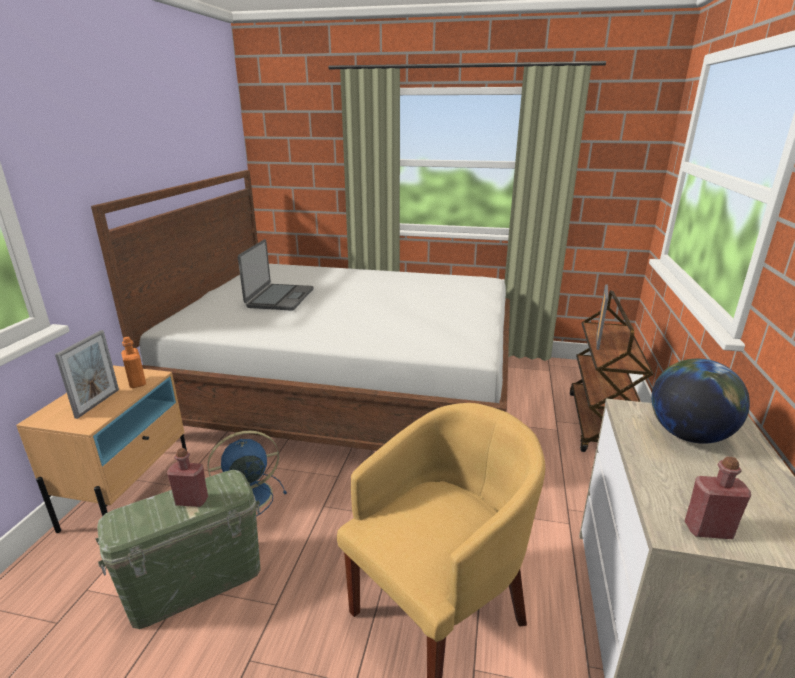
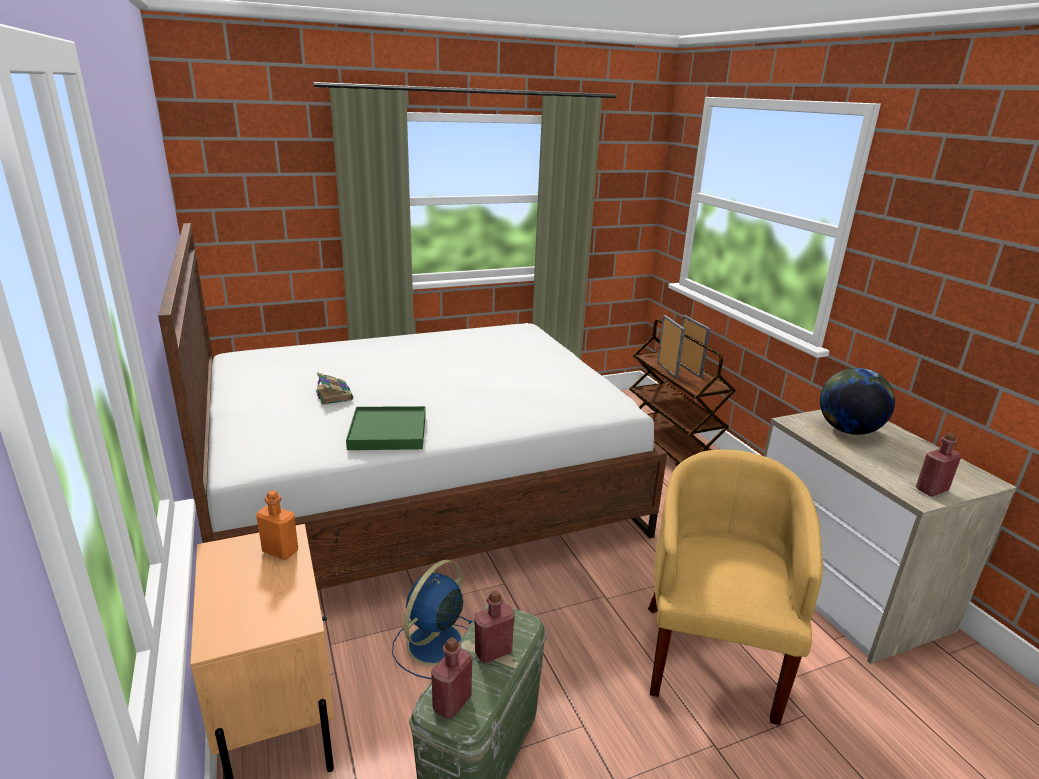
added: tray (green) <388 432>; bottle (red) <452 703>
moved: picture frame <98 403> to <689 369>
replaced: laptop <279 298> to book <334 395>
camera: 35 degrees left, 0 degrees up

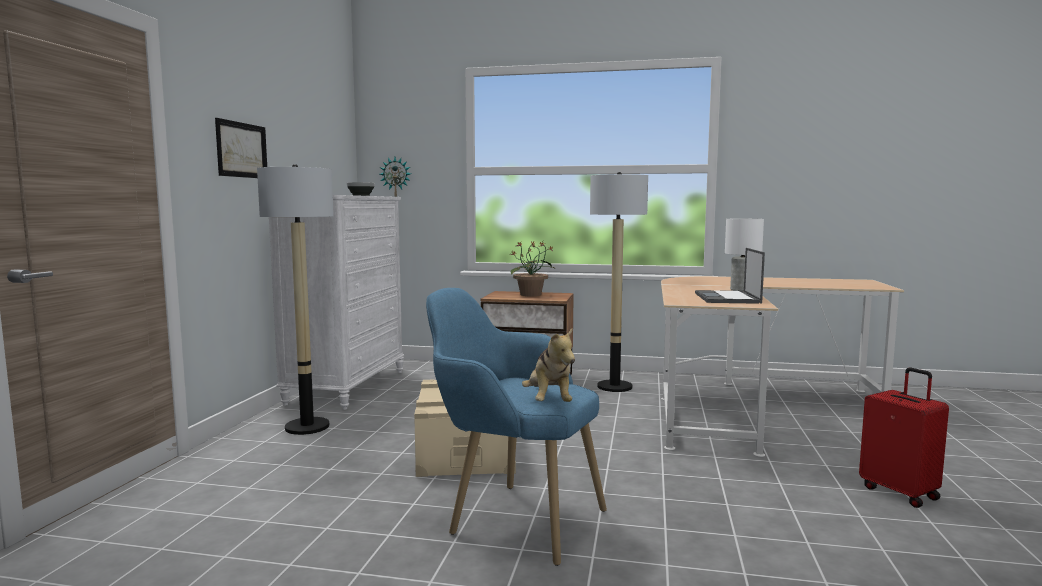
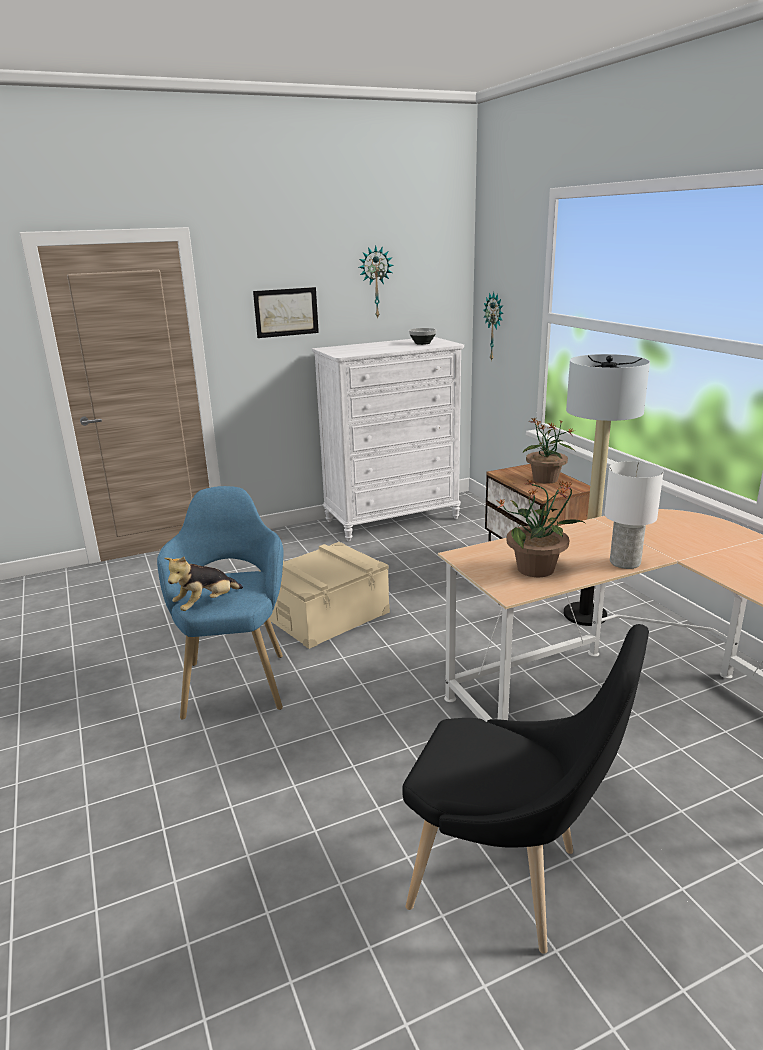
removed: floor lamp <307 427>
added: wall clock <375 282>
replaced: laptop <727 298> to potted plant <537 569>; suitcase (red) <900 492> to chair (black) <506 881>
camera: 55 degrees right, 15 degrees up

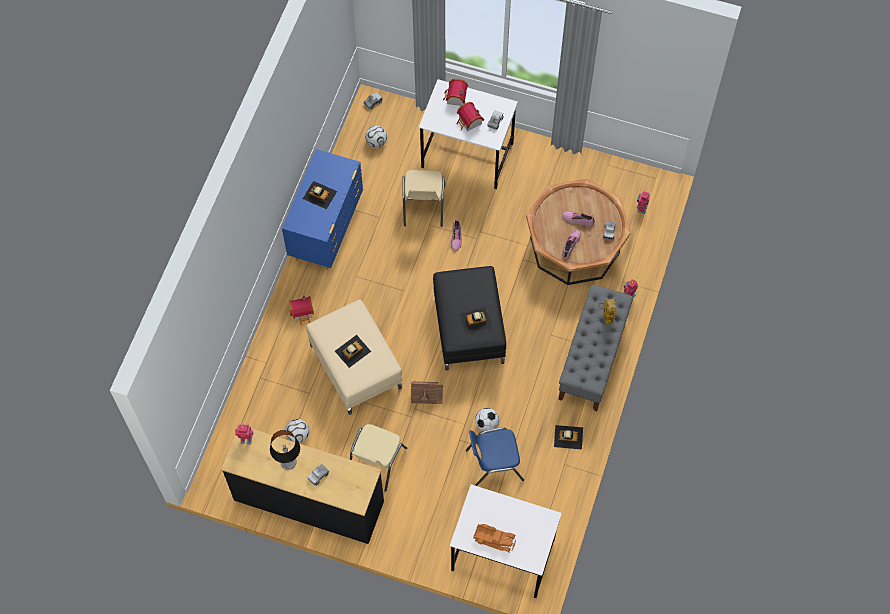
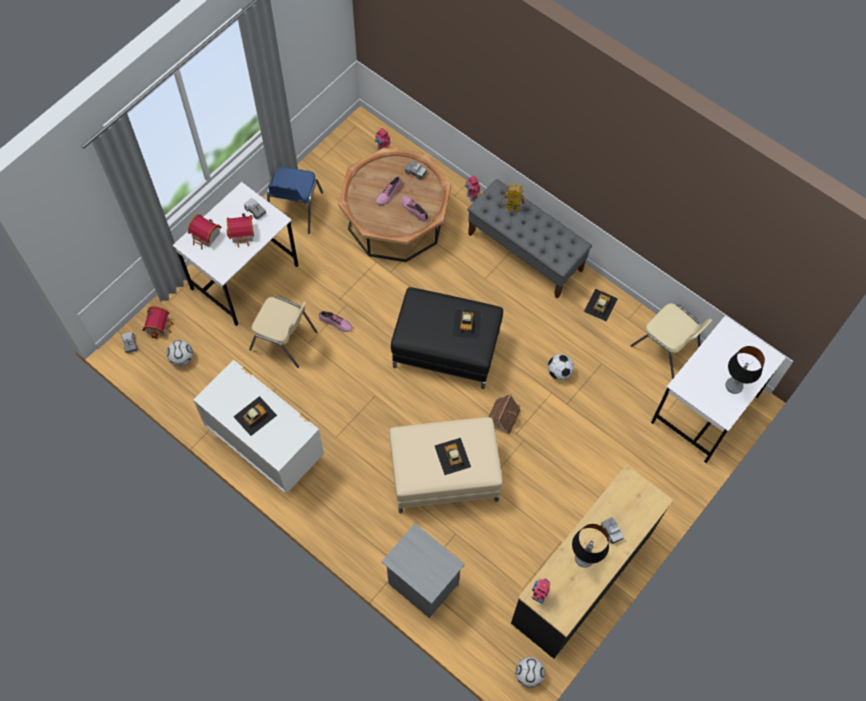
added: nightstand (grey) <422 585>
moved: toy house <303 312> to <159 326>; football <298 435> to <528 675>; chair (beige) <376 462> to <666 349>; chair (blue) <493 464> to <294 210>
replaced: toy truck <494 538> to table lamp <734 385>
recoloured: dresser (blue) <327 230> to dresser (white) <266 447>
camera: 70 degrees left, 0 degrees up

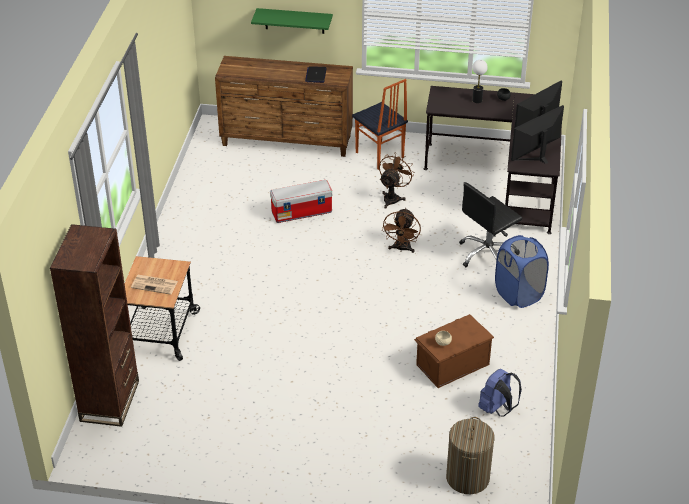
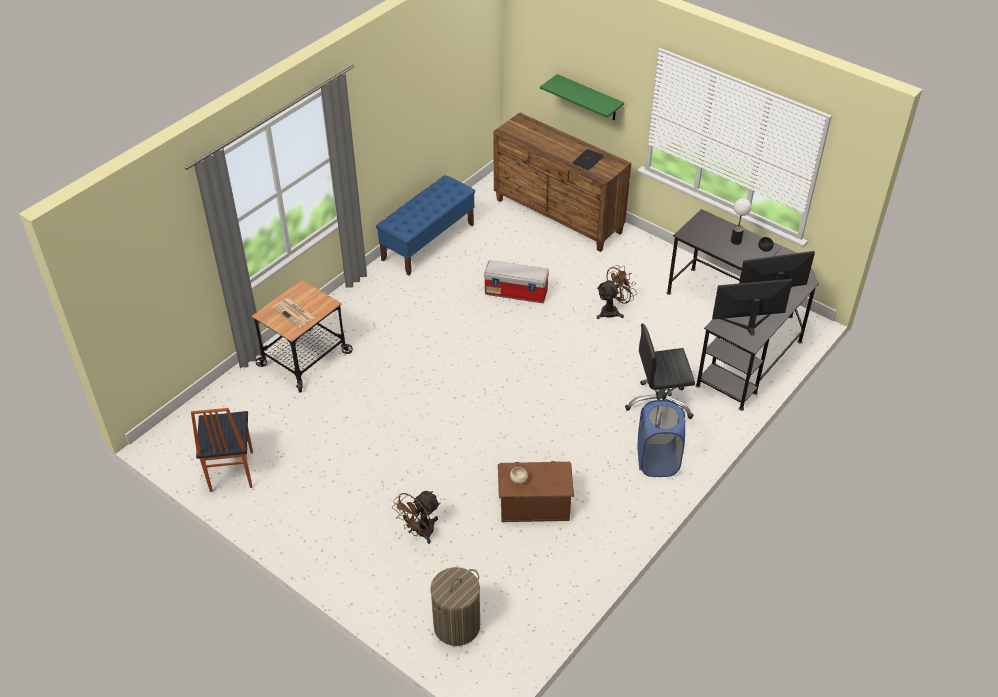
removed: bookcase (brown) <110 401>; backpack (blue) <497 409>
added: bench (blue) <428 242>
moved: chair <379 155> to <230 472>; fan (brown) <401 249> to <420 533>
camera: 30 degrees right, 5 degrees up

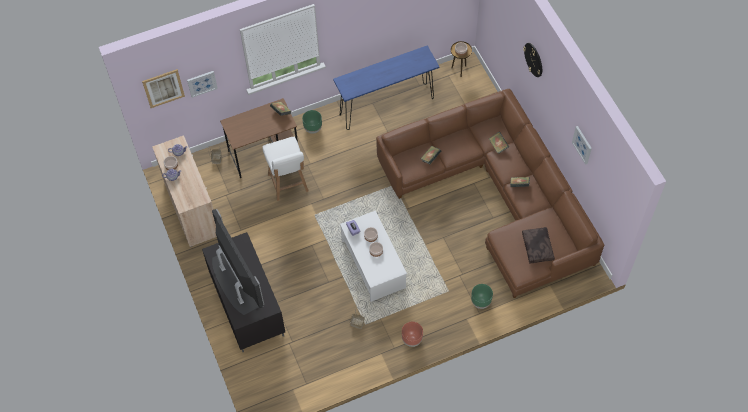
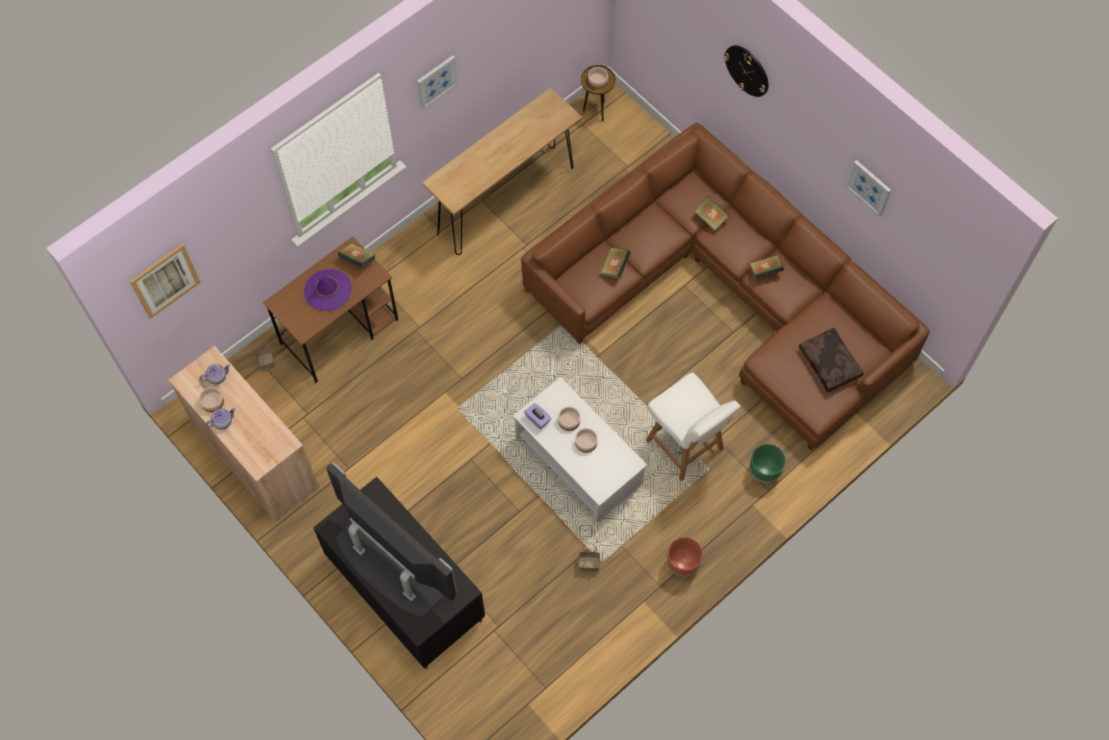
removed: planter (green) <313 128>
added: hat (purple) <327 290>
moved: picture <202 83> to <436 81>; chair (white) <288 183> to <685 446>
recoloured: console table (blue) <386 106> to console table (brown) <505 200>
camera: 20 degrees left, 5 degrees up

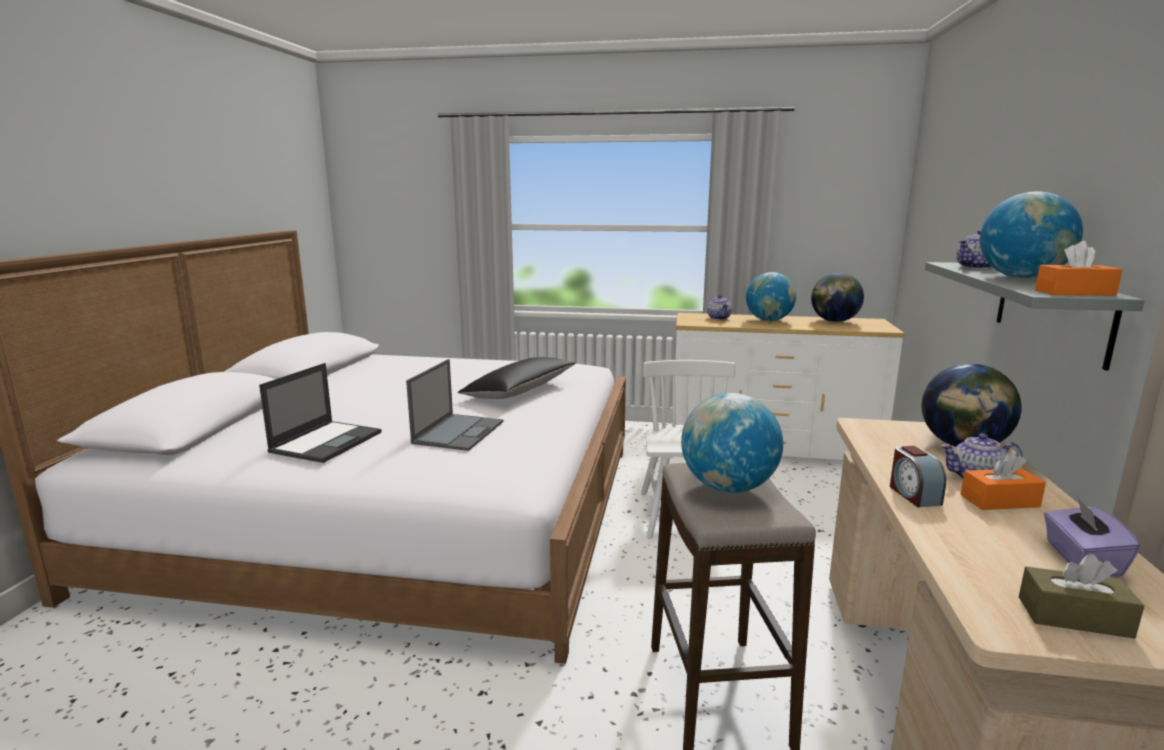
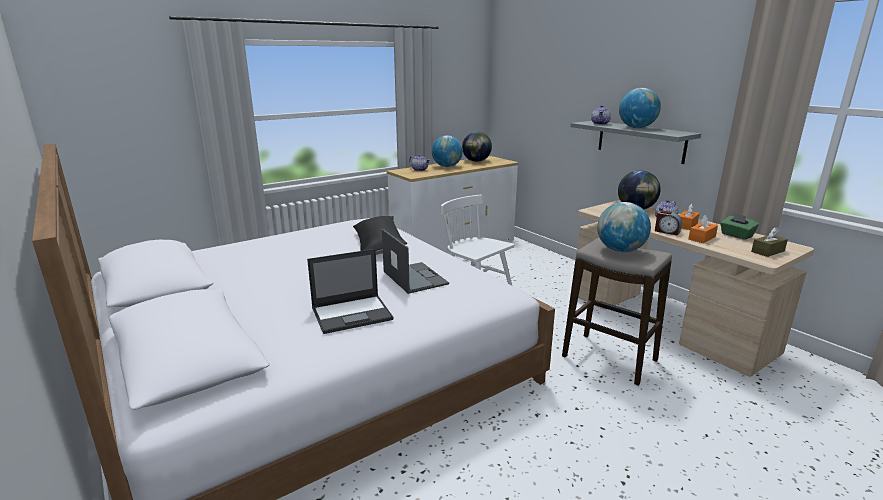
moved: tissue box (orange) <1074 293> to <702 238>
recoloured: tissue box (purple) <1081 559> to tissue box (green) <736 235>
turned: laptop <327 441> = <353 314> 90 degrees clockwise
camera: 45 degrees left, 5 degrees up

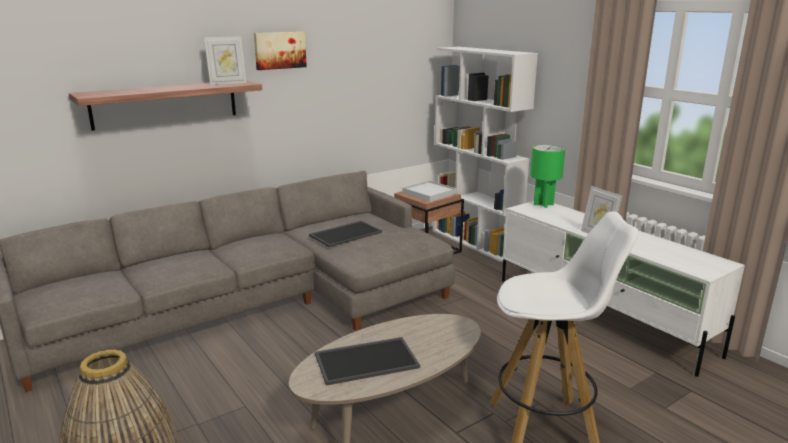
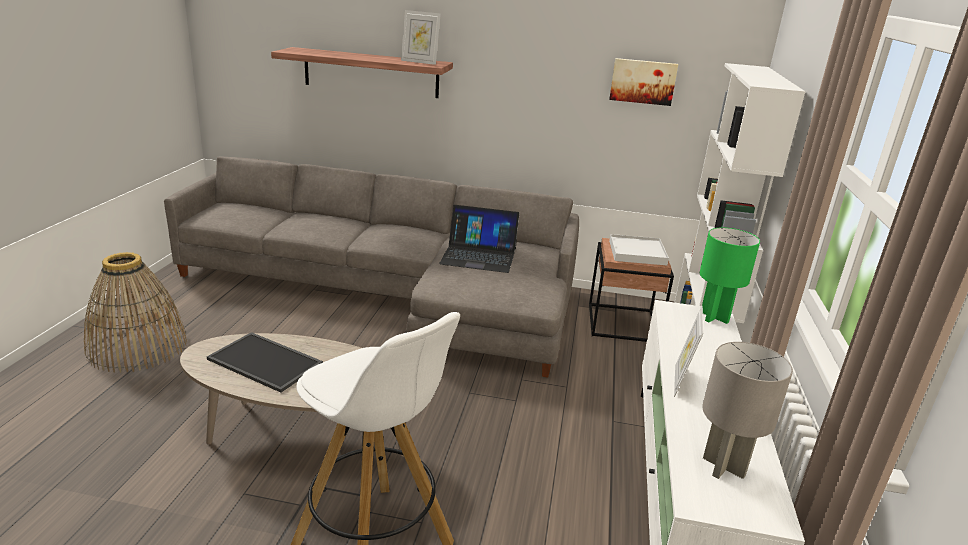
added: table lamp (grey) <724 467>
moved: picture <279 50> to <643 81>
replaced: tray <345 233> to laptop <479 256>
camera: 45 degrees right, 5 degrees up

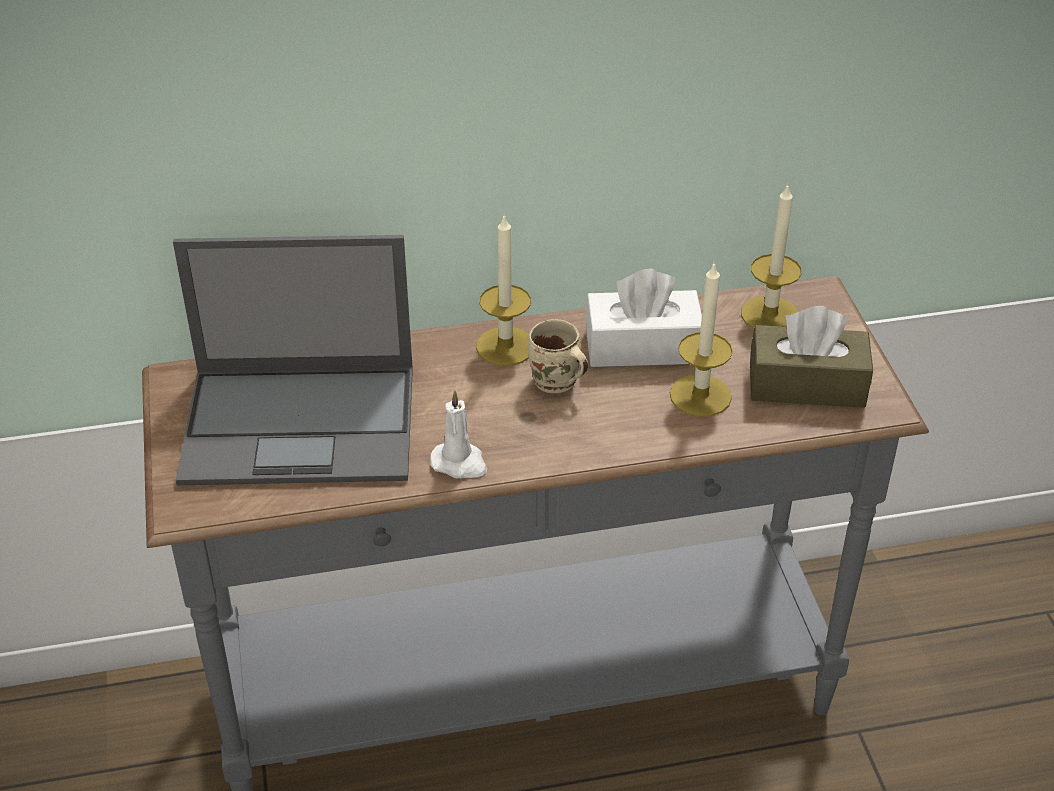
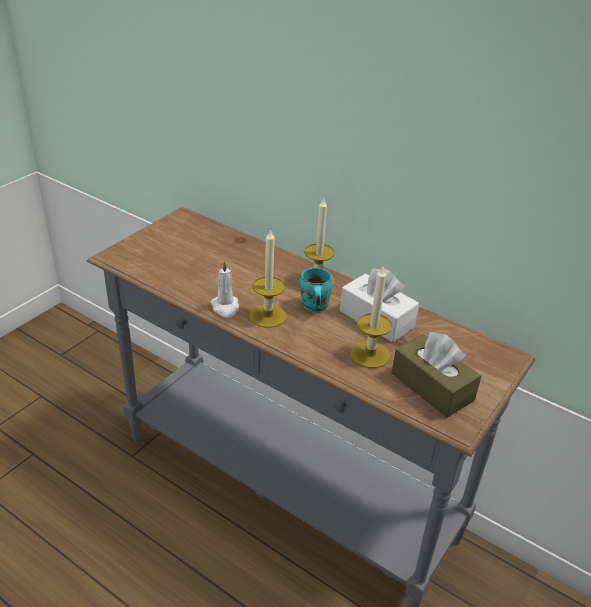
removed: laptop <303 424>
moved: candle <769 315> to <268 316>
recoloured: mug (beige) <555 384> to mug (turquoise) <313 307>
camera: 45 degrees right, 5 degrees down

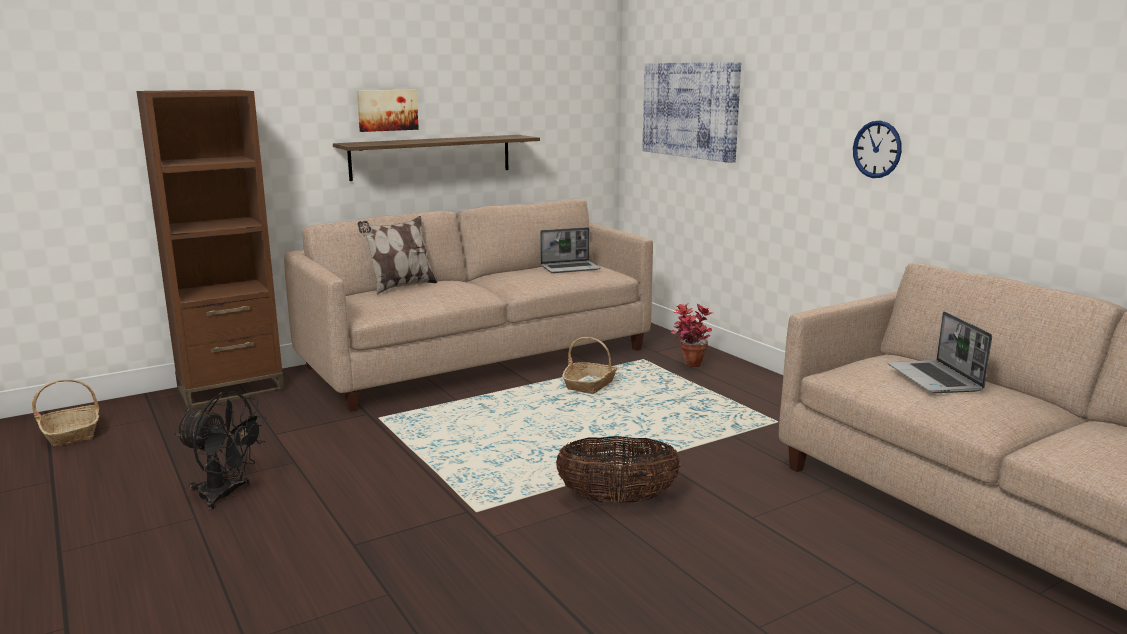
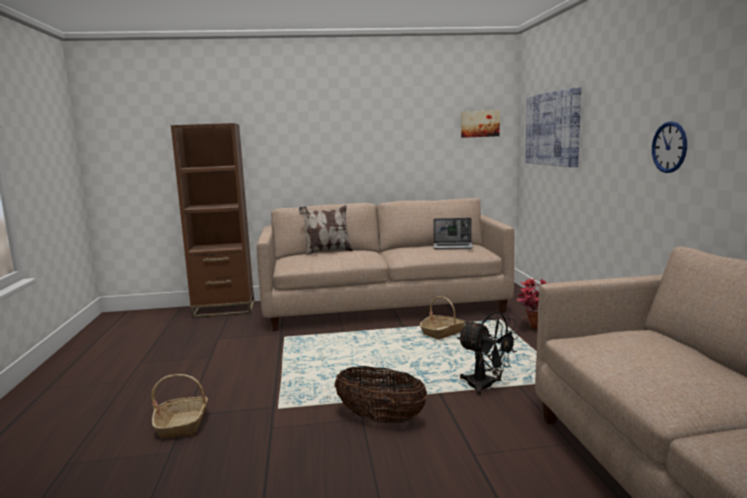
removed: shelf <431 157>; laptop <935 379>
moved: picture <387 110> to <479 124>; basket <72 433> to <182 424>; fan (black) <225 495> to <486 387>
camera: 25 degrees right, 5 degrees down

